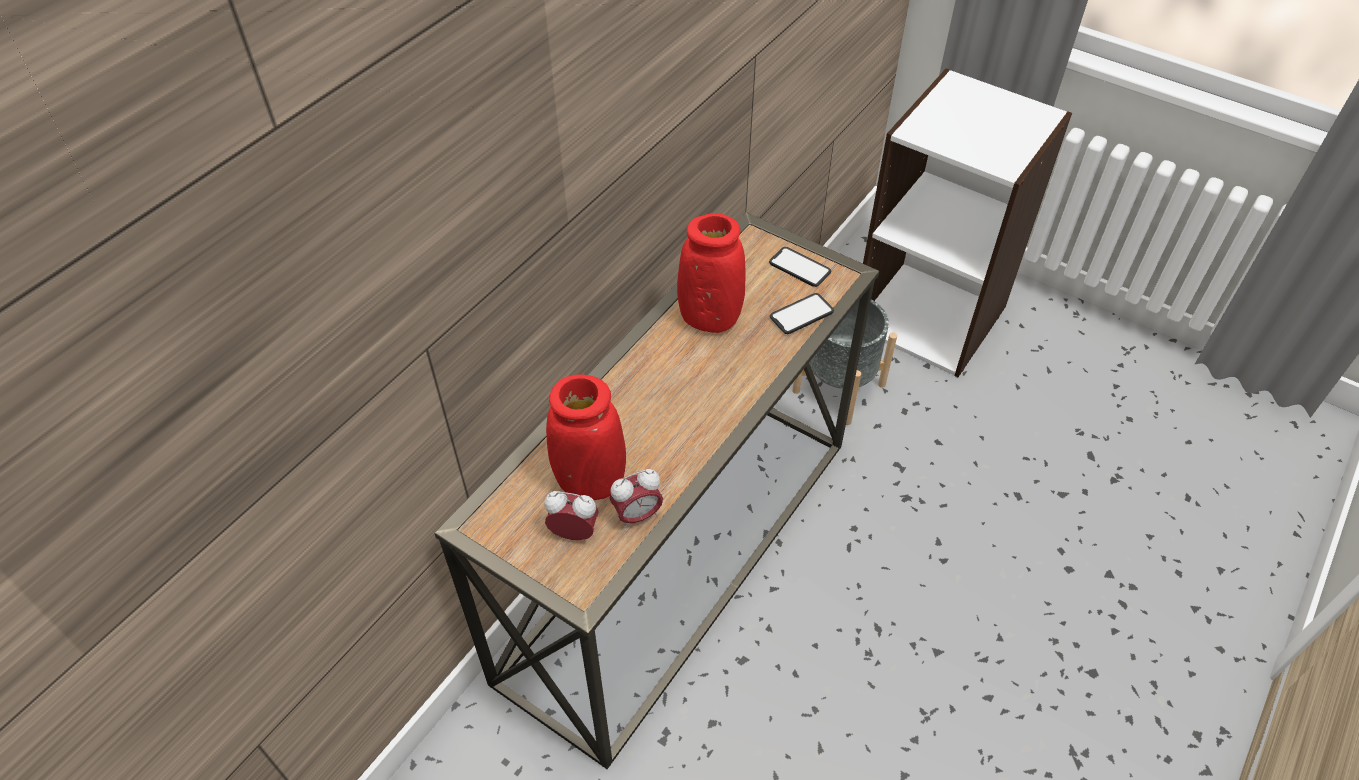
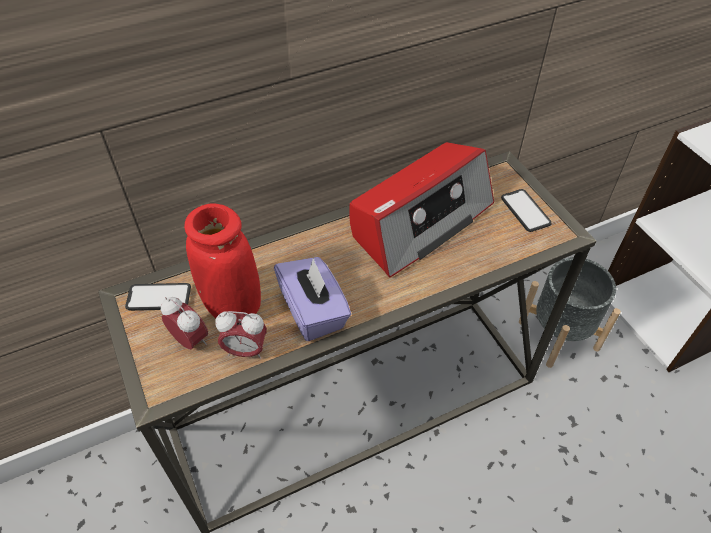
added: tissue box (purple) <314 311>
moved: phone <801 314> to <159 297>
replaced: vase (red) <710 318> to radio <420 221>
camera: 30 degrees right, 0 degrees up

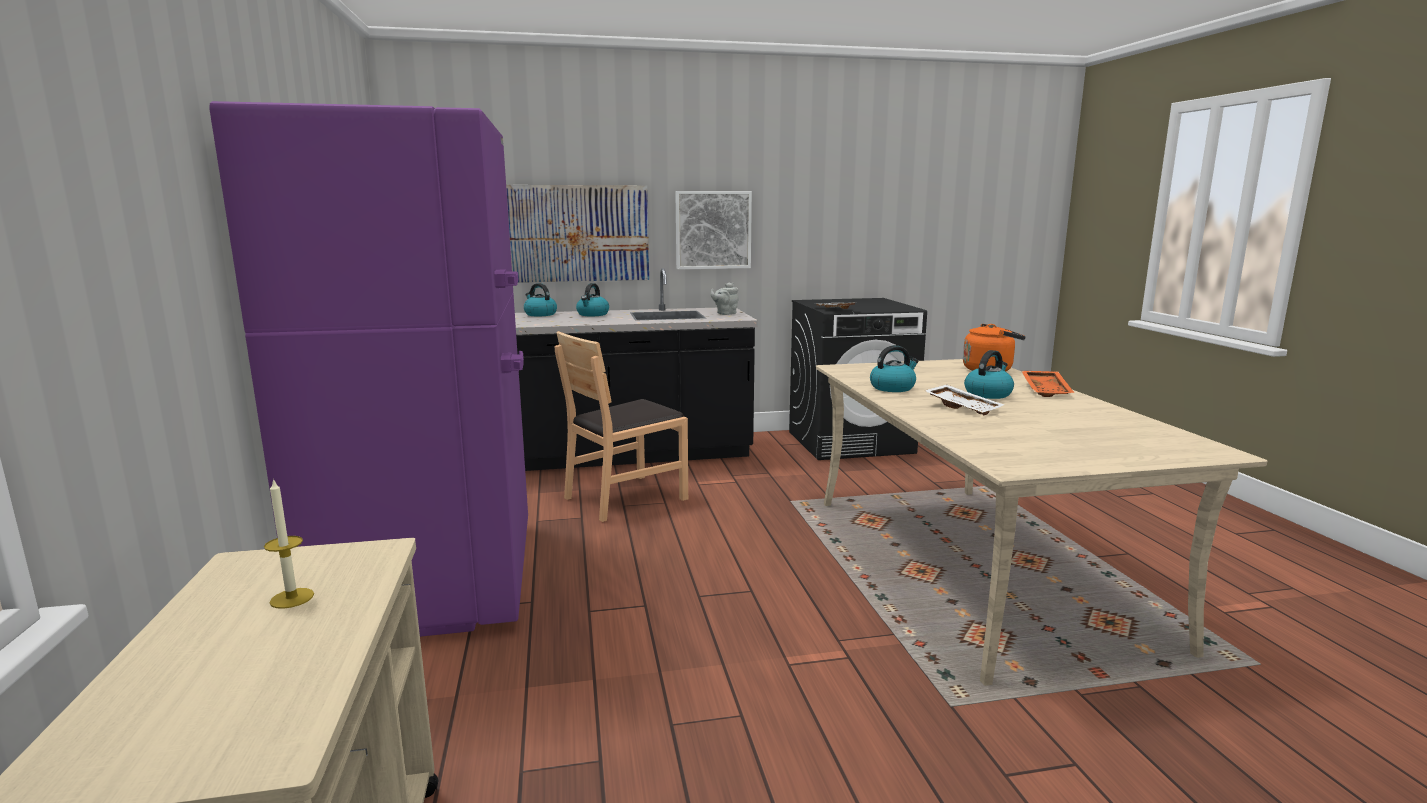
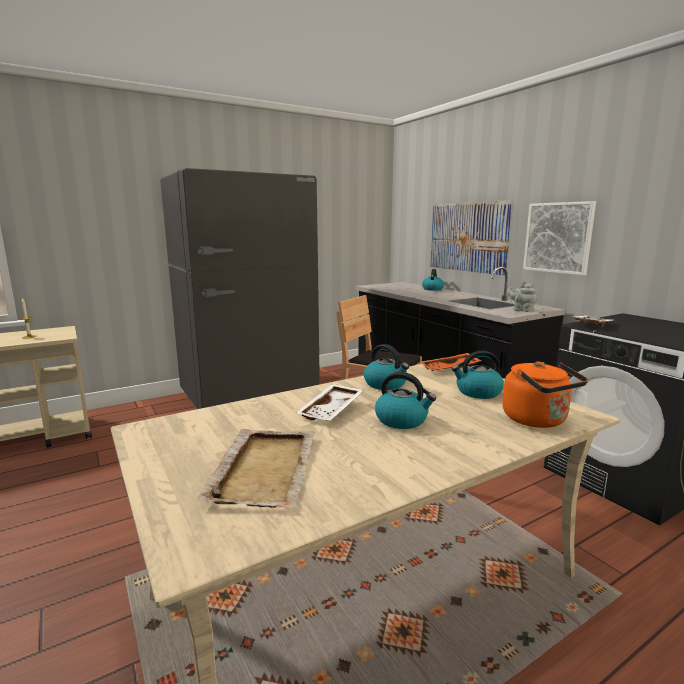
added: tray (beige) <265 468>
moved: kettle <593 314> to <478 392>; tray (orange) <1047 390> to <450 369>
recoloured: fridge (purple) <434 579> to fridge (grey) <249 396>
camera: 70 degrees right, 0 degrees up

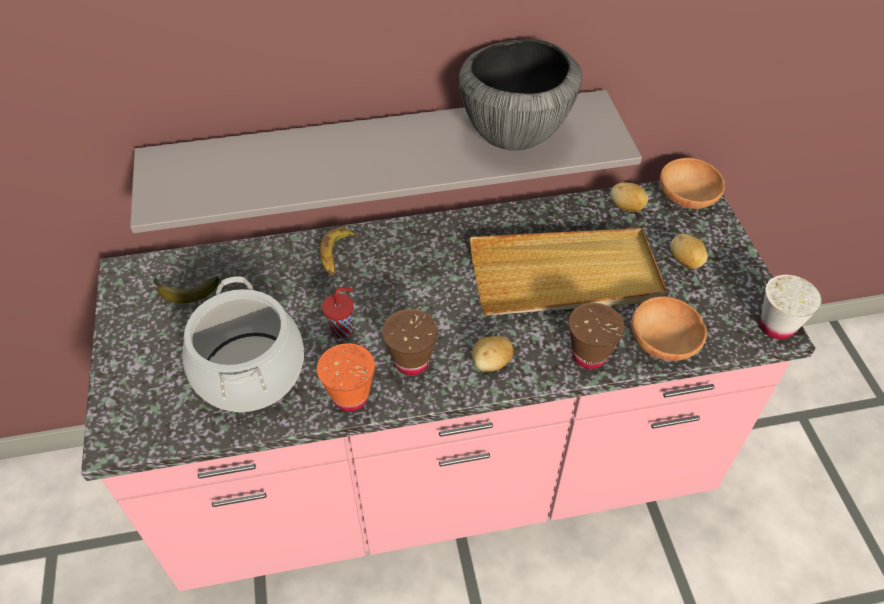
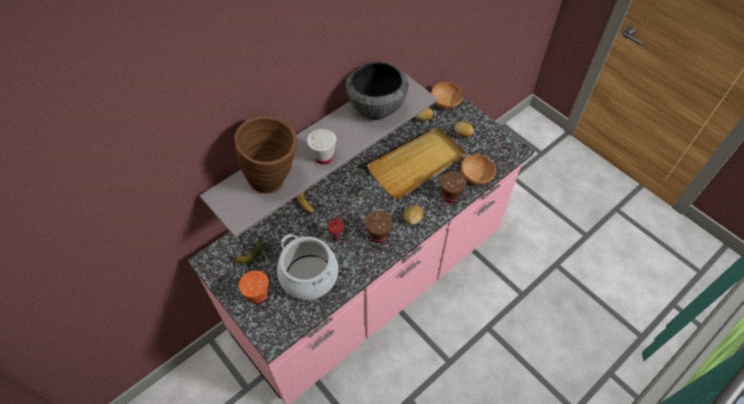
added: vase (brown) <275 181>
moved: cup (white) <776 327> to <323 157>; cup (orange) <350 397> to <258 296>
camera: 30 degrees left, 5 degrees up

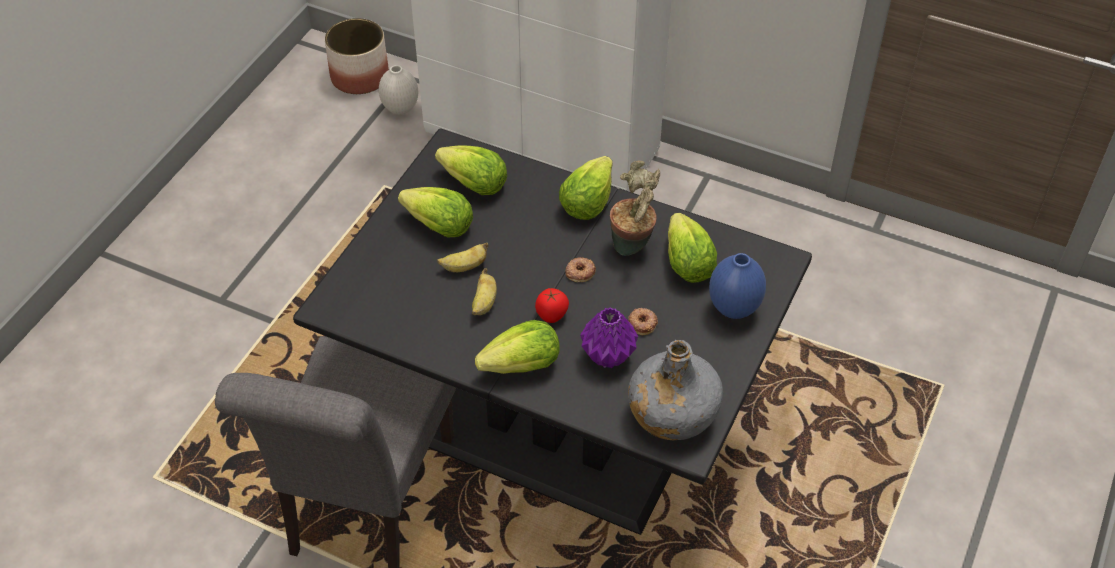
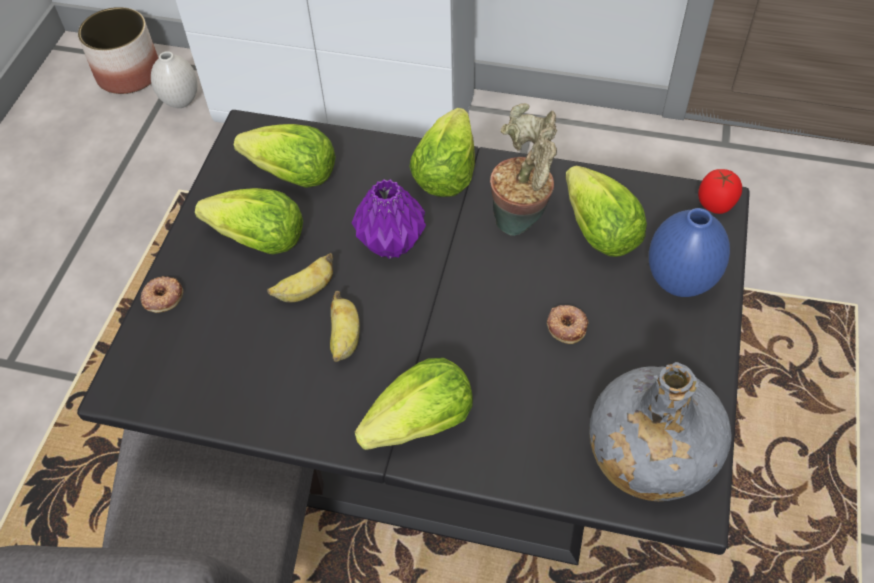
moved: donut <580 272> to <162 297>; tomato <552 315> to <716 205>; vase (purple) <609 356> to <393 244>
camera: 10 degrees left, 5 degrees up

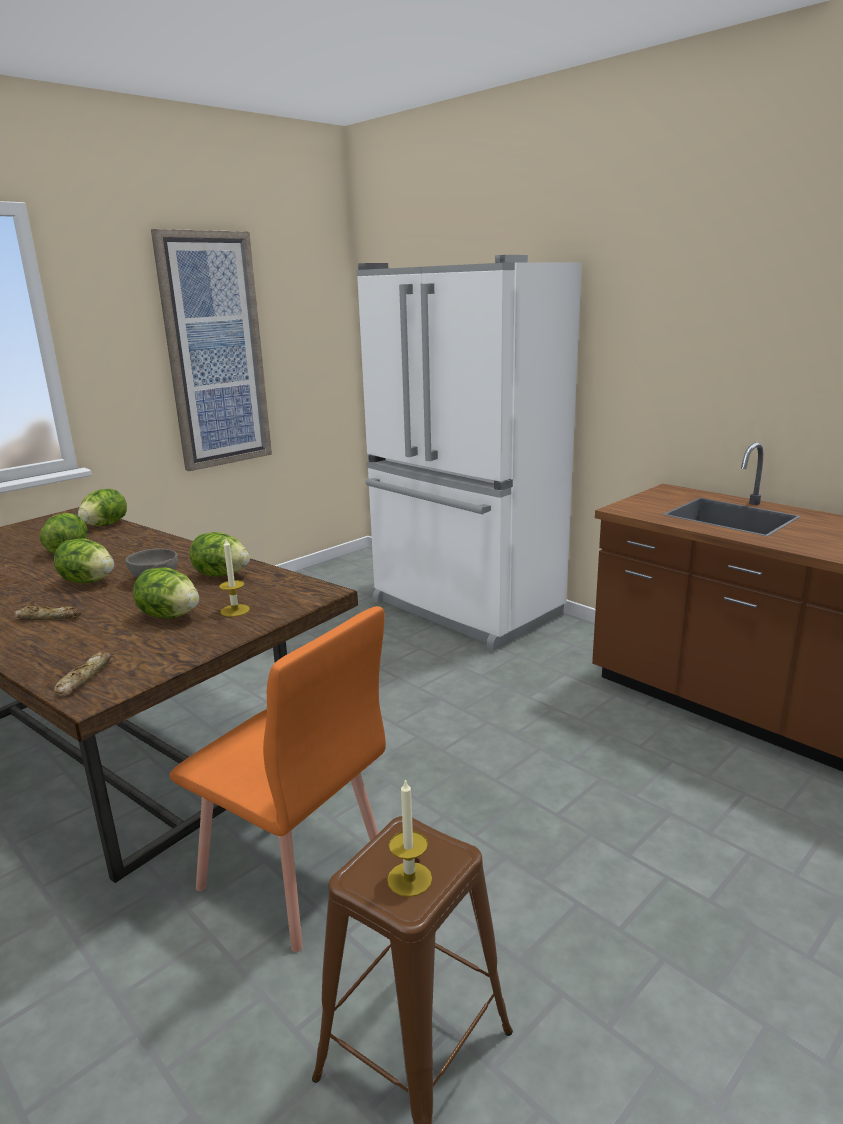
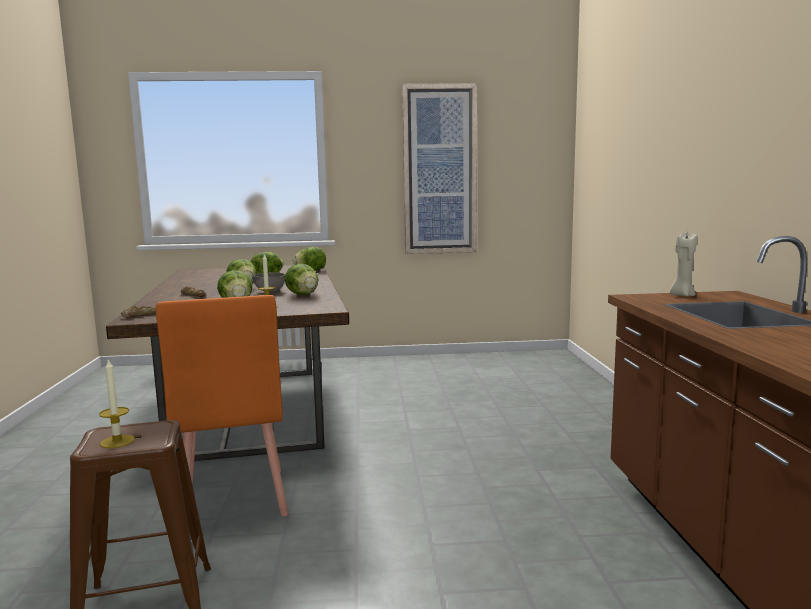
removed: fridge (white) <464 609>
added: candle (beige) <681 295>
camera: 40 degrees right, 10 degrees down

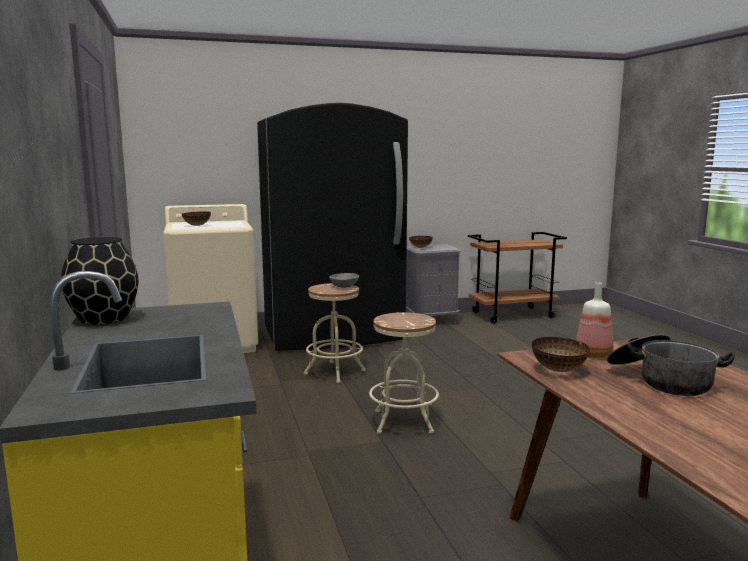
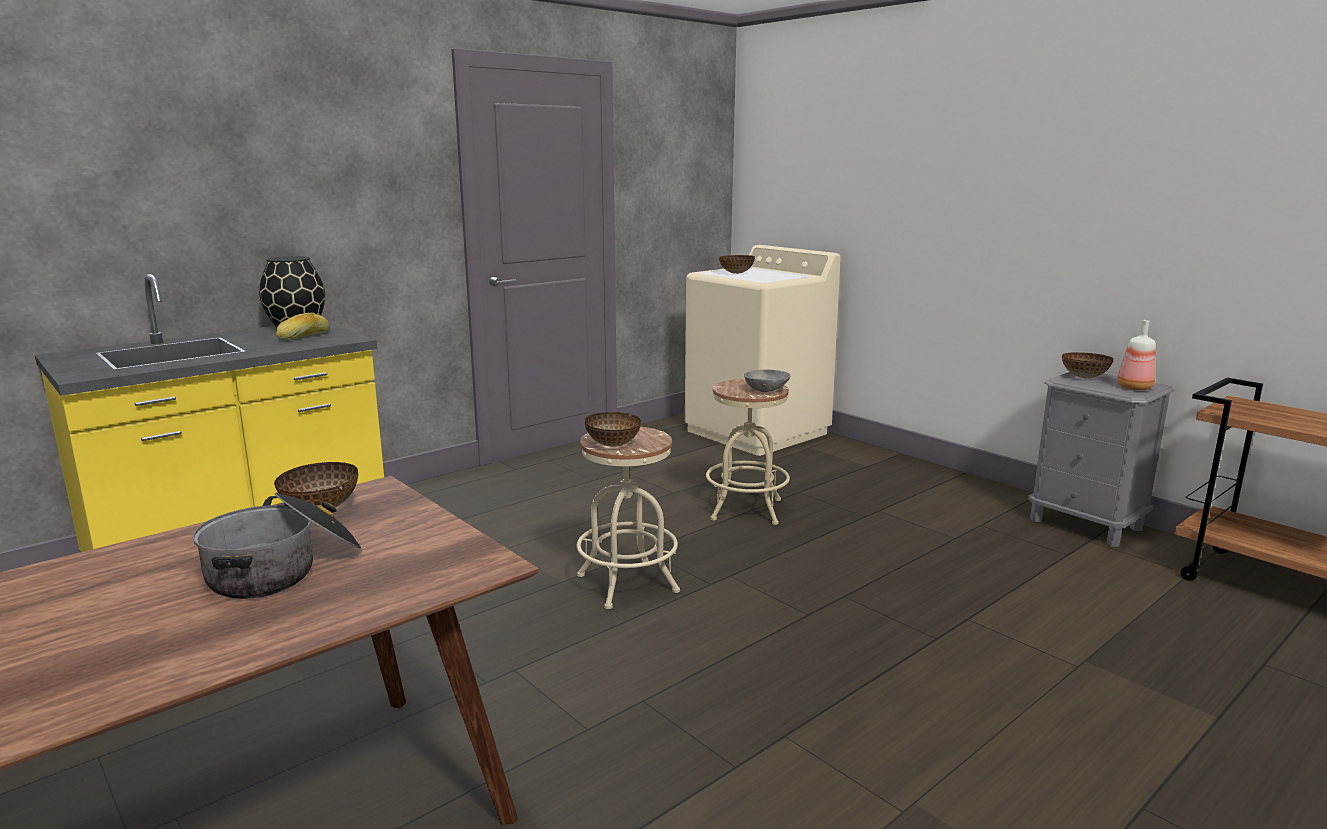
removed: fridge (black) <334 335>
added: bread <304 336>; bowl <613 445>
moved: bottle <594 354> to <1135 388>
camera: 65 degrees right, 5 degrees up

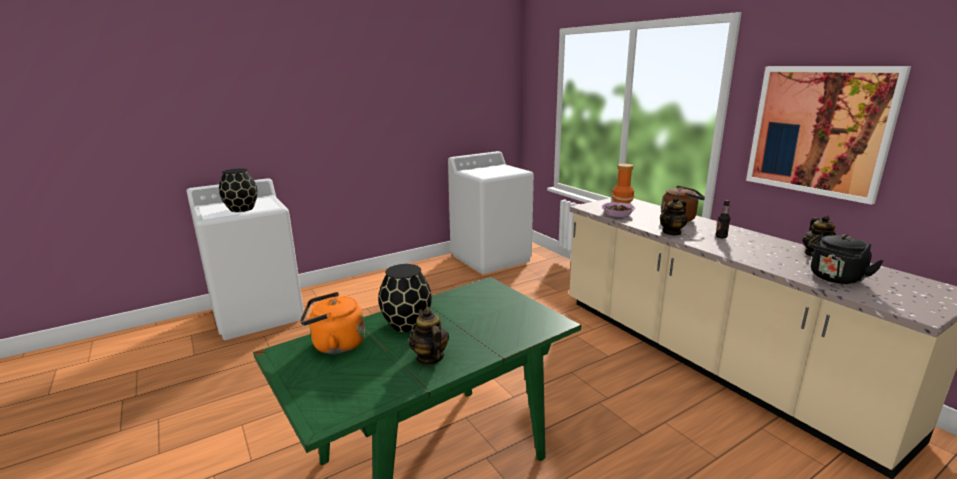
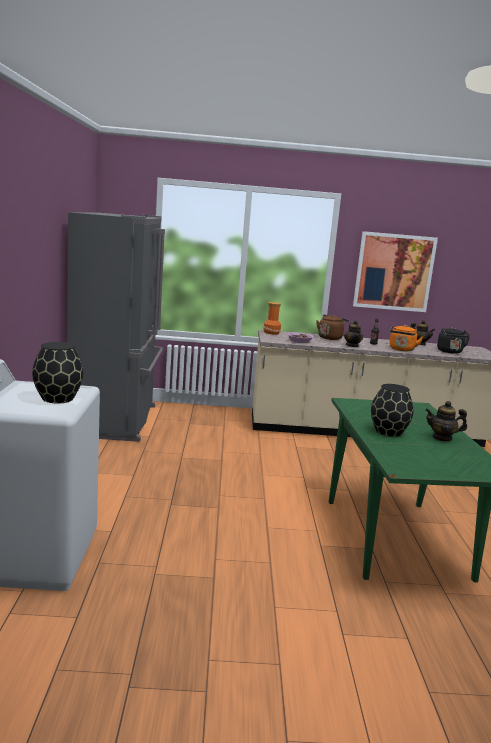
moved: kettle (orange) <335 345> to <401 350>
replaced: washing machine (white) <491 258> to fridge (grey) <117 420>
camera: 60 degrees left, 5 degrees down

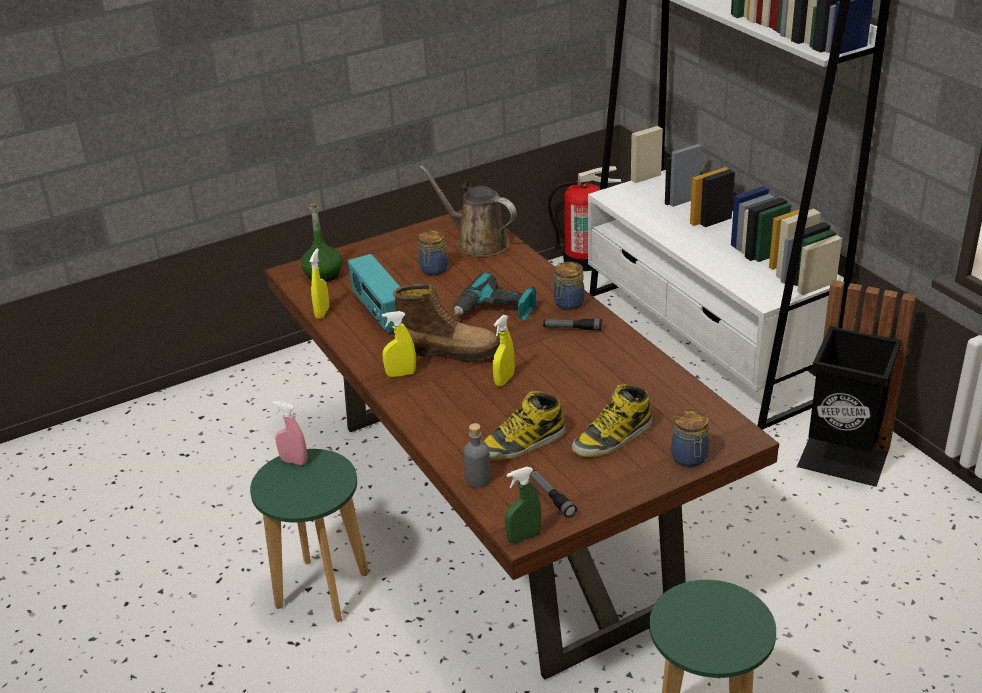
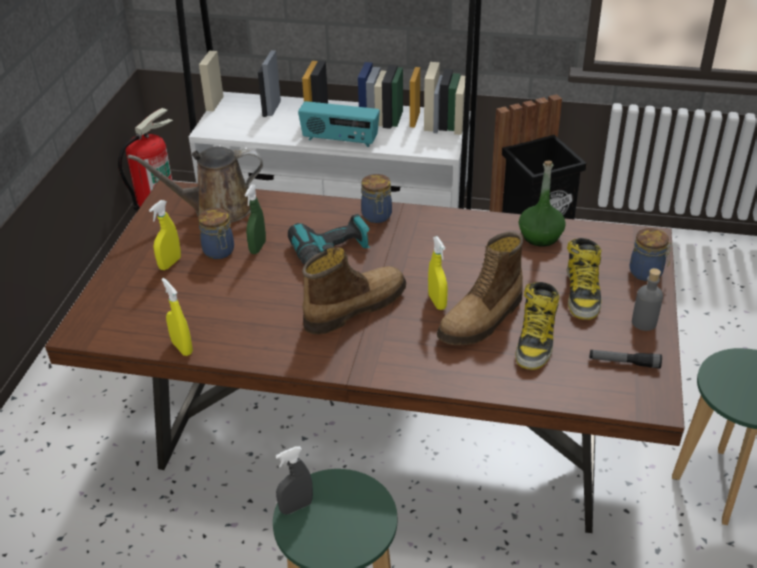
removed: flashlight <572 328>
added: boot <482 320>
moved: bottle (green) <323 274> to <540 236>; radio <380 313> to <340 140>; spray bottle (yellow) <401 374> to <170 263>; bottle (grey) <478 480> to <644 322>; spray bottle (green) <523 537> to <258 247>
recoloured: spray bottle (pink) <294 461> to spray bottle (grey) <296 507>
camera: 50 degrees left, 5 degrees up

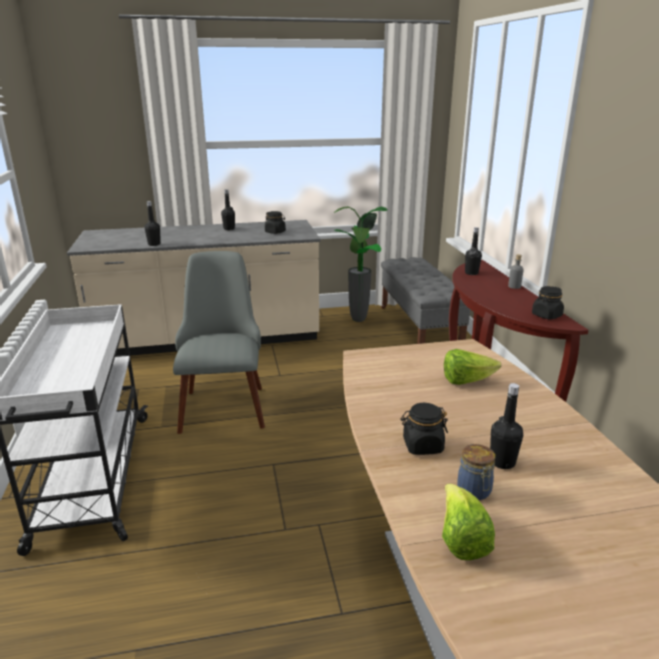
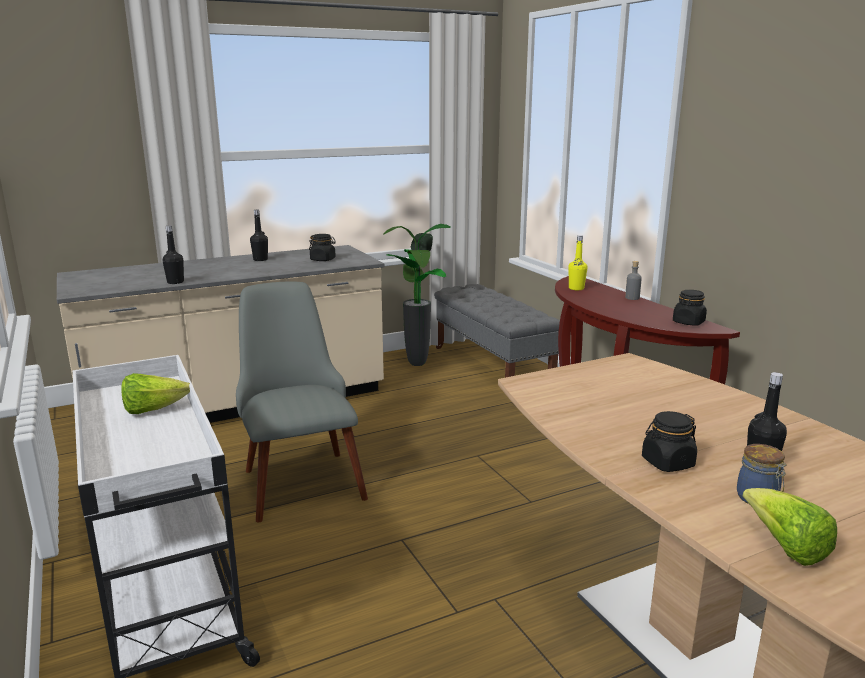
moved: lettuce <466 381> to <153 410>
recoloured: bottle (black) <471 273> to bottle (yellow) <576 288>
camera: 15 degrees left, 5 degrees down

